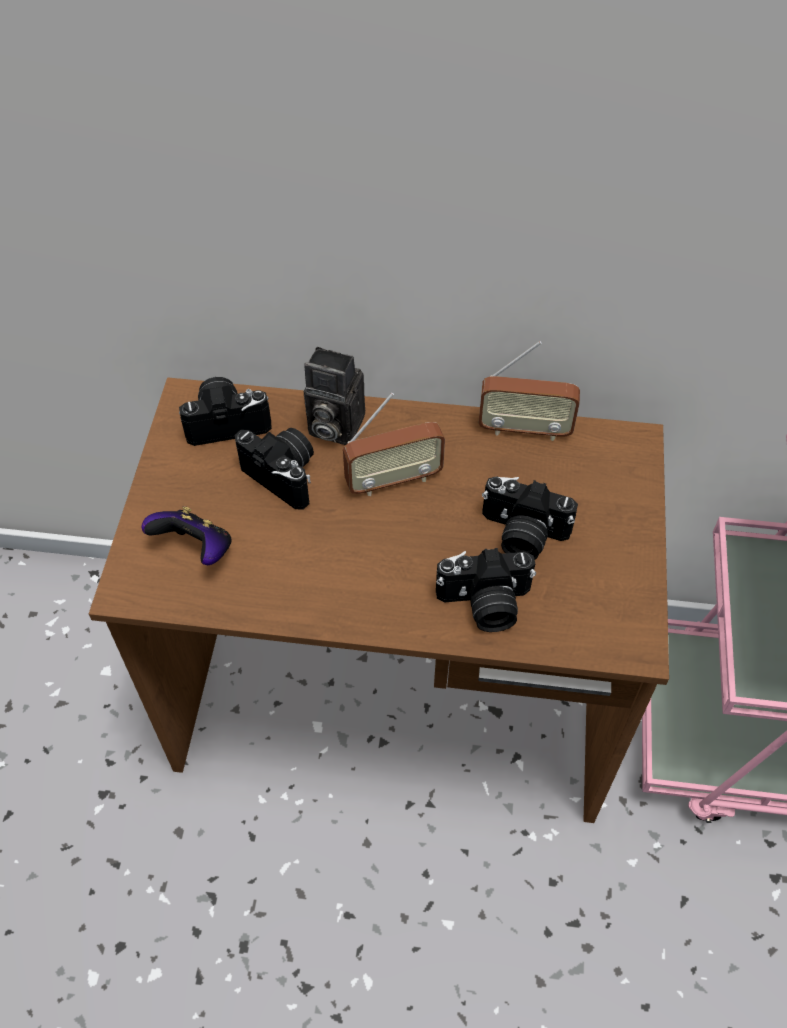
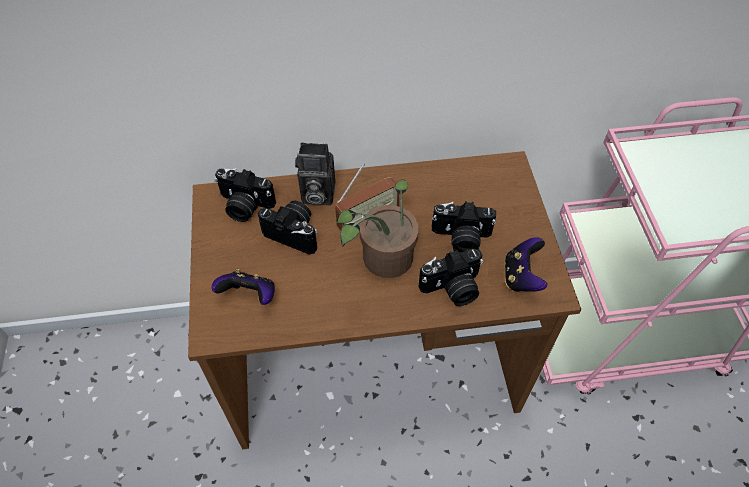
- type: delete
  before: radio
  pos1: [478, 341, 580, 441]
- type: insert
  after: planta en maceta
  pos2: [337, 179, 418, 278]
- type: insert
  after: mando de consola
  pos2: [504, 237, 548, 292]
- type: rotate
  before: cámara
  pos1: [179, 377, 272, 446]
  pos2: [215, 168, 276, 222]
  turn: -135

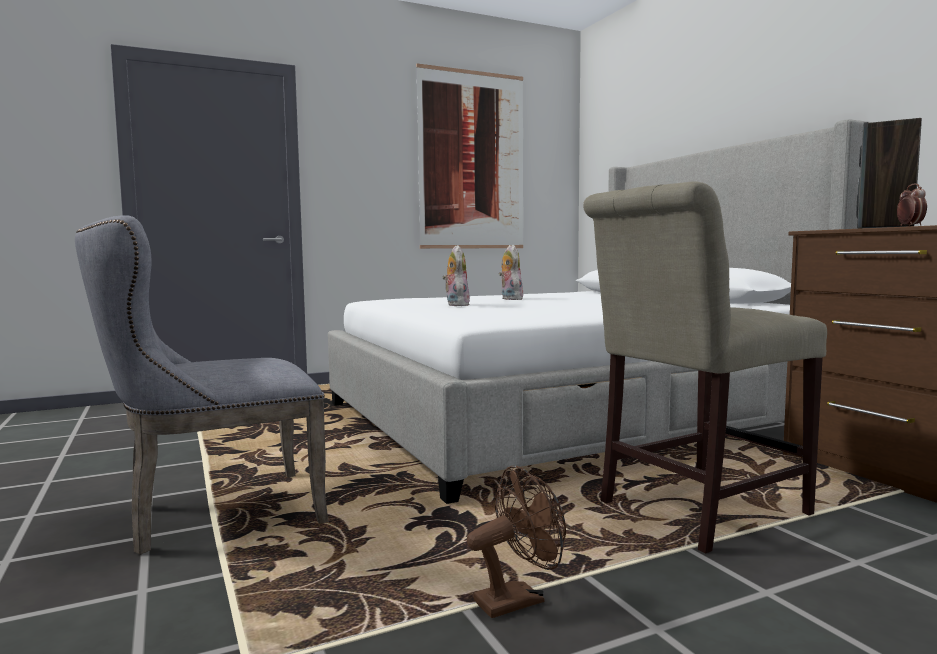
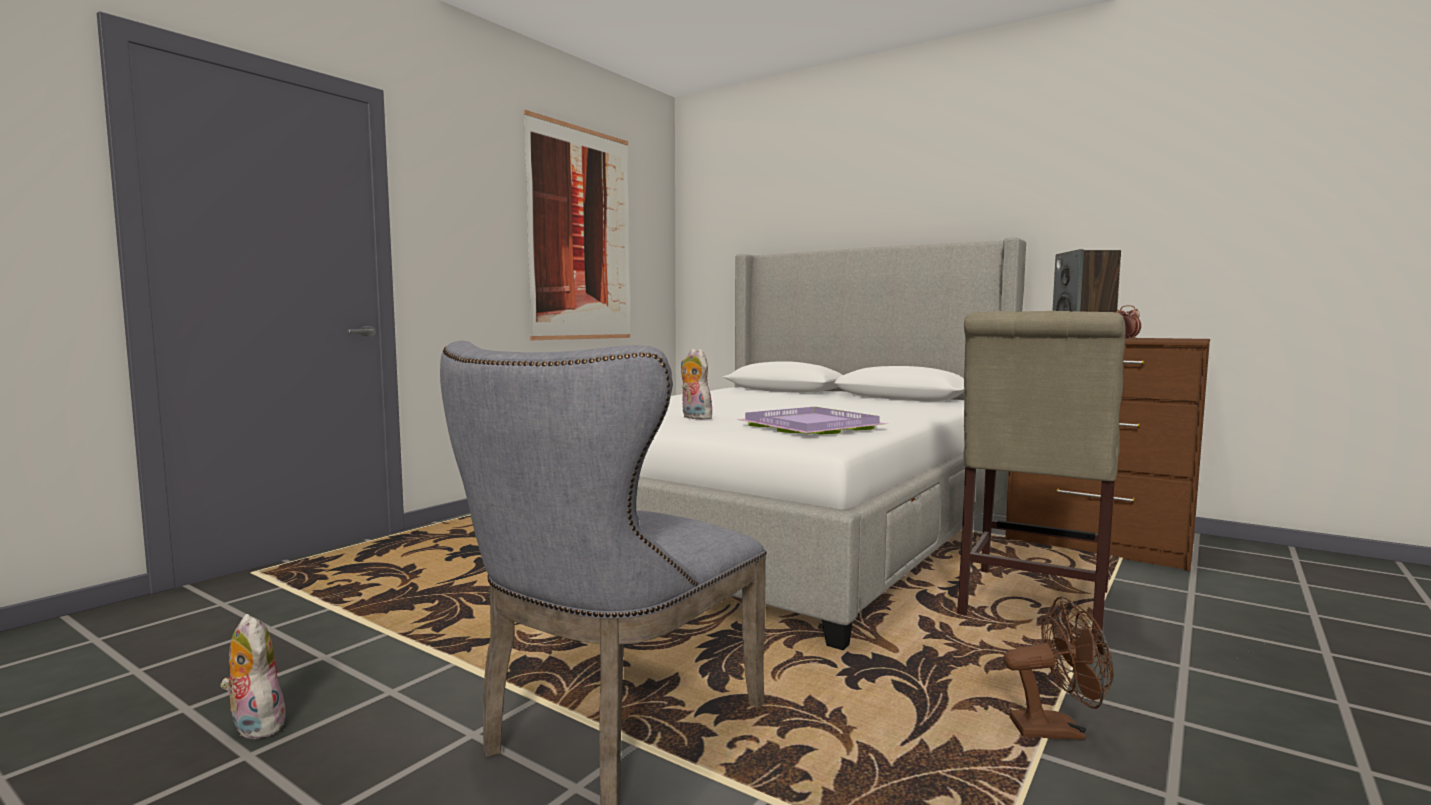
- type: insert
  after: bandeja [morado]
  pos2: [736, 407, 888, 435]
- type: move
  before: peluche
  pos1: [499, 245, 523, 300]
  pos2: [220, 614, 288, 739]
- type: rotate
  before: ventilador [marrón]
  pos1: [467, 466, 566, 618]
  pos2: [1004, 596, 1113, 740]
  turn: 60

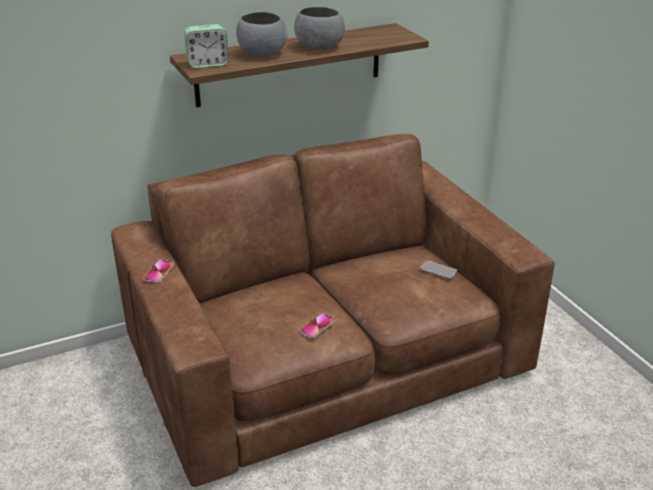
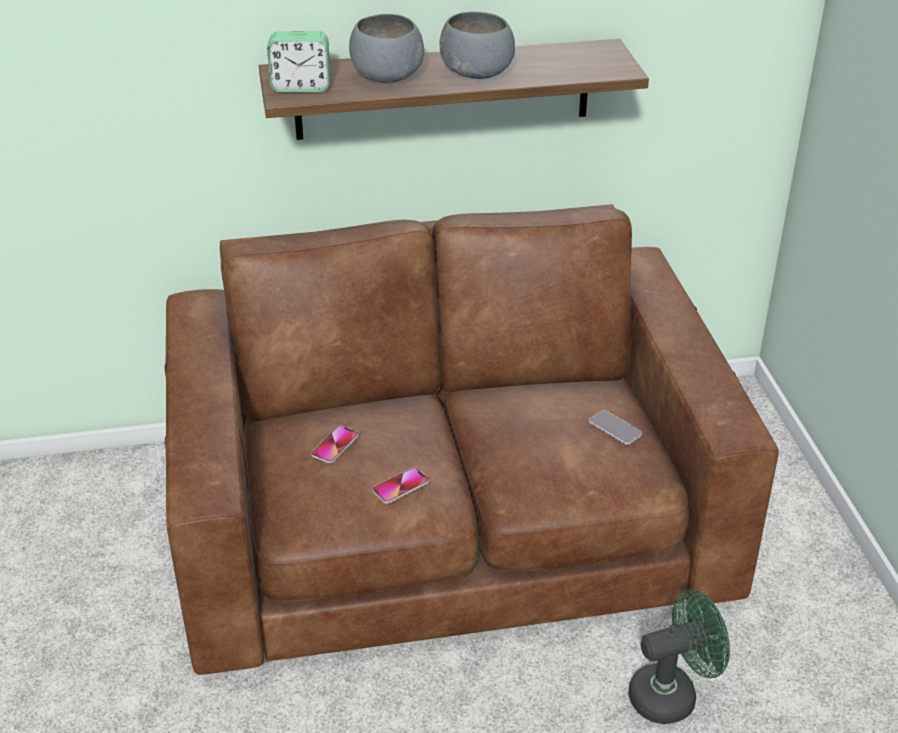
- type: insert
  after: ventilador [verde]
  pos2: [629, 589, 730, 724]
- type: move
  before: móvil
  pos1: [143, 260, 174, 283]
  pos2: [311, 425, 359, 463]

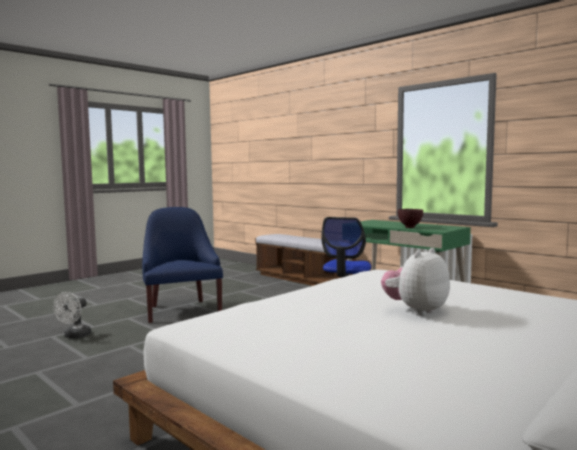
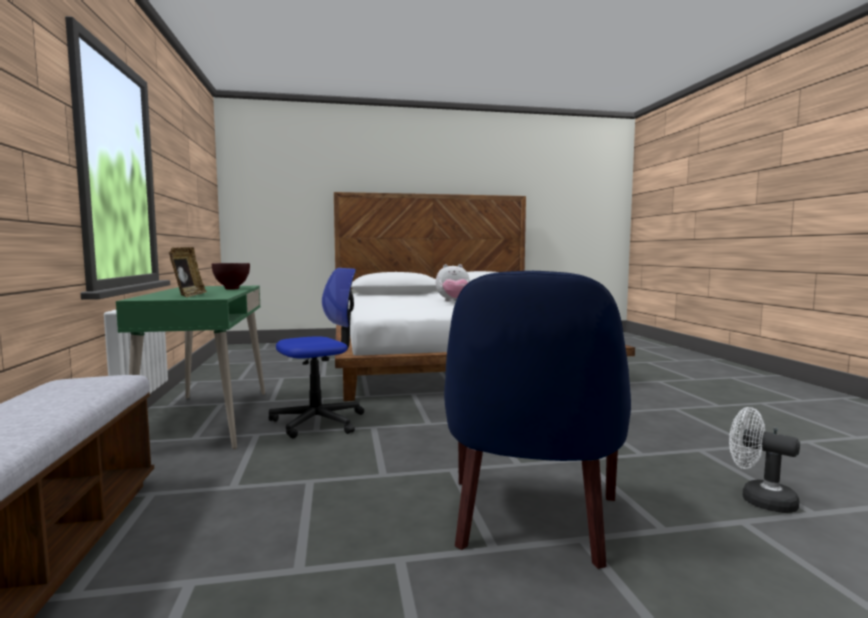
- type: insert
  after: portarretratos
  pos2: [169, 247, 207, 297]
- type: rotate
  before: ventilador [blanco]
  pos1: [53, 292, 91, 338]
  pos2: [729, 407, 800, 513]
  turn: -105

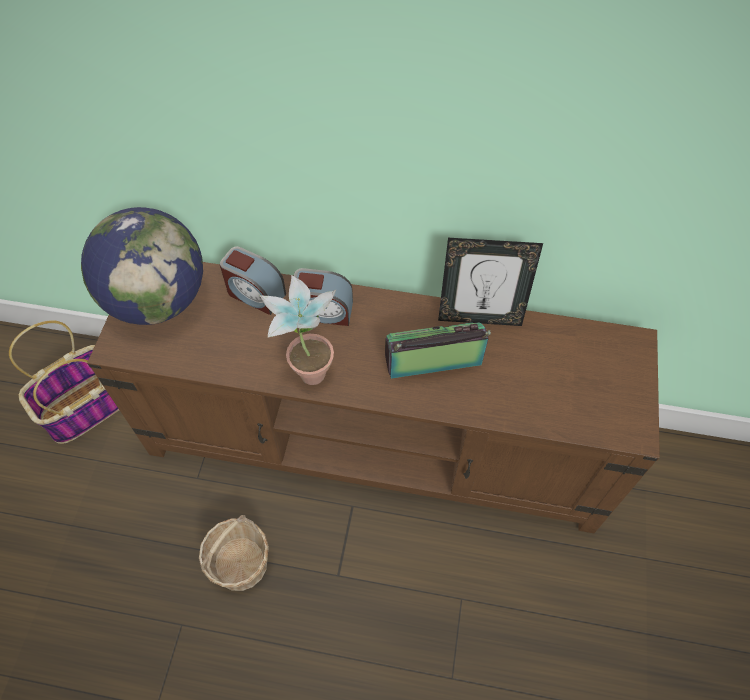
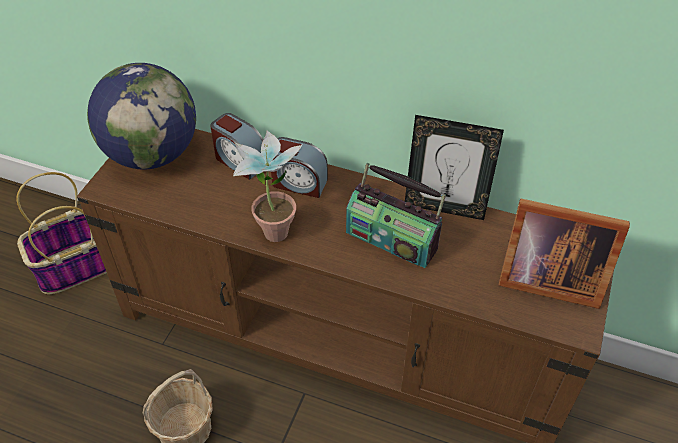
- type: insert
  after: portarretratos
  pos2: [499, 198, 630, 309]
- type: rotate
  before: radio
  pos1: [385, 322, 491, 378]
  pos2: [346, 163, 446, 268]
  turn: -150

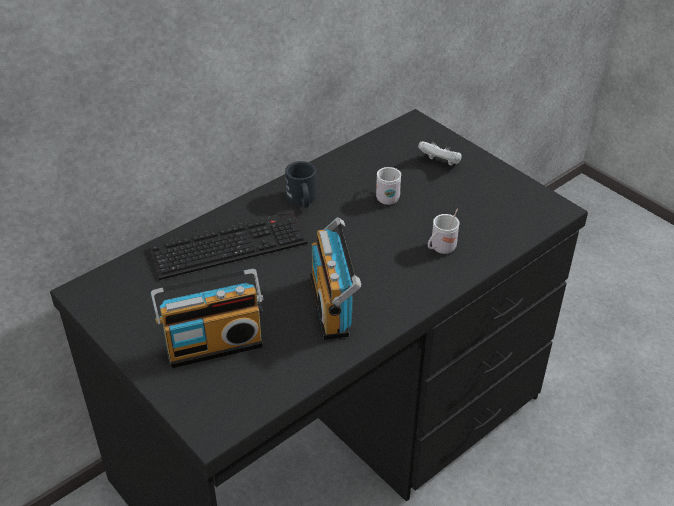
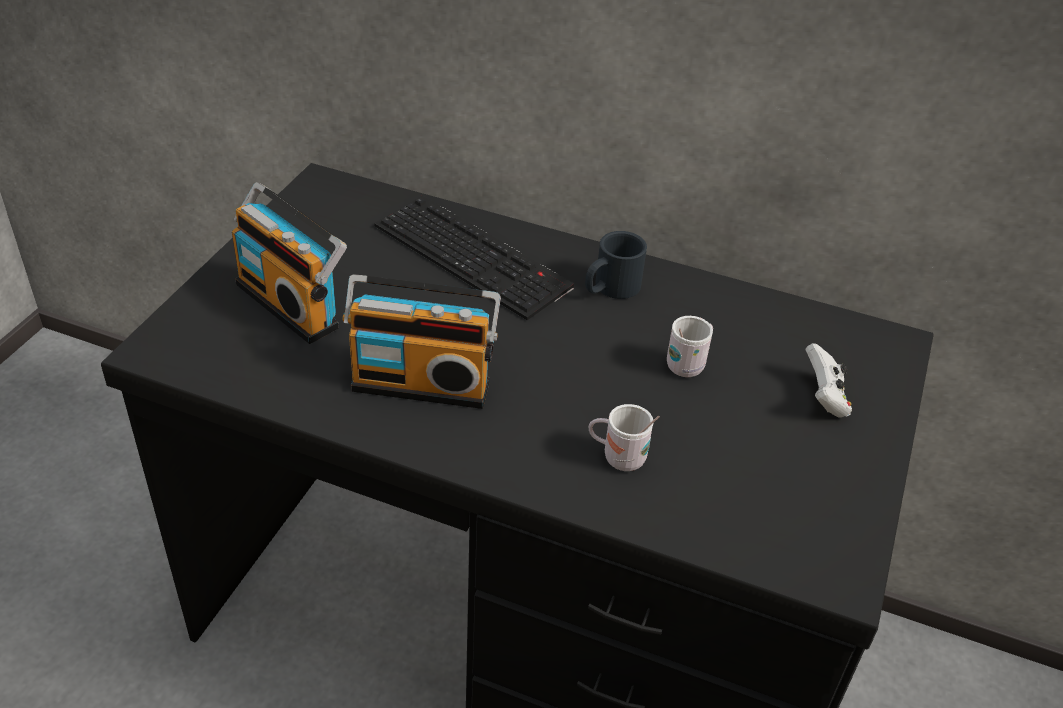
- type: rotate
  before: radio
  pos1: [310, 217, 361, 340]
  pos2: [343, 274, 501, 409]
  turn: -135

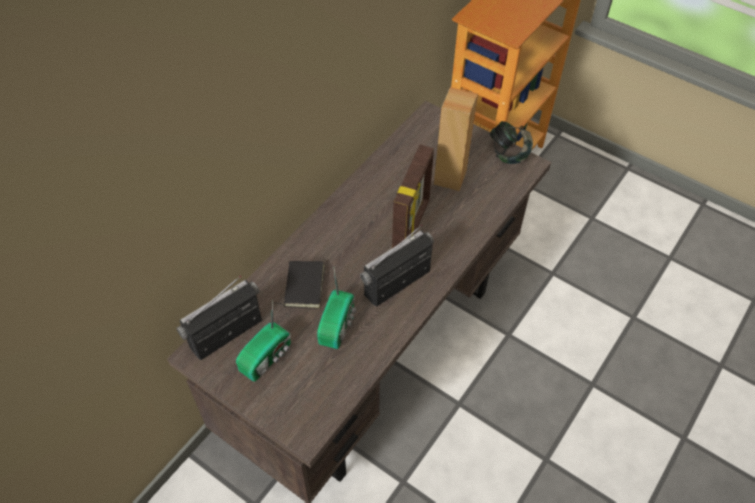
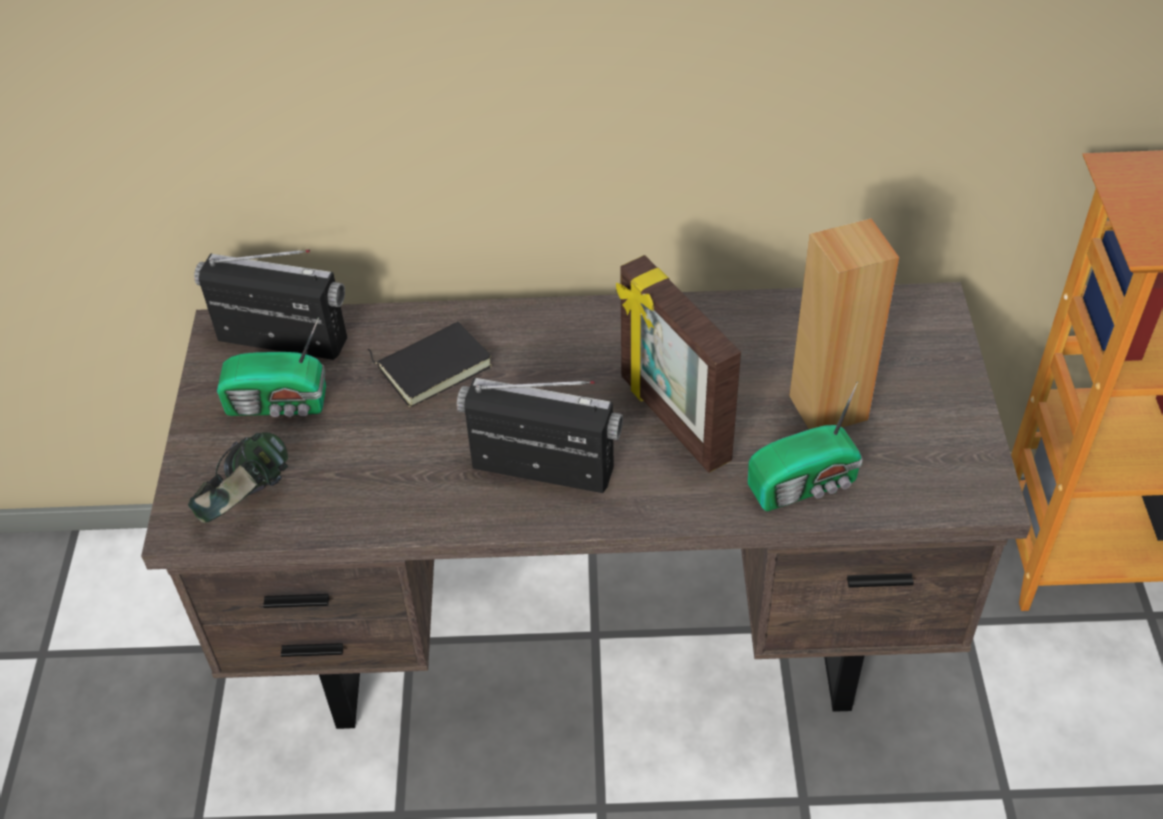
- type: move
  before: radio
  pos1: [317, 269, 356, 349]
  pos2: [748, 381, 863, 511]
- type: move
  before: auriculares
  pos1: [490, 121, 533, 164]
  pos2: [188, 432, 288, 523]
- type: rotate
  before: portarretratos
  pos1: [392, 145, 434, 248]
  pos2: [616, 255, 741, 472]
  turn: 75

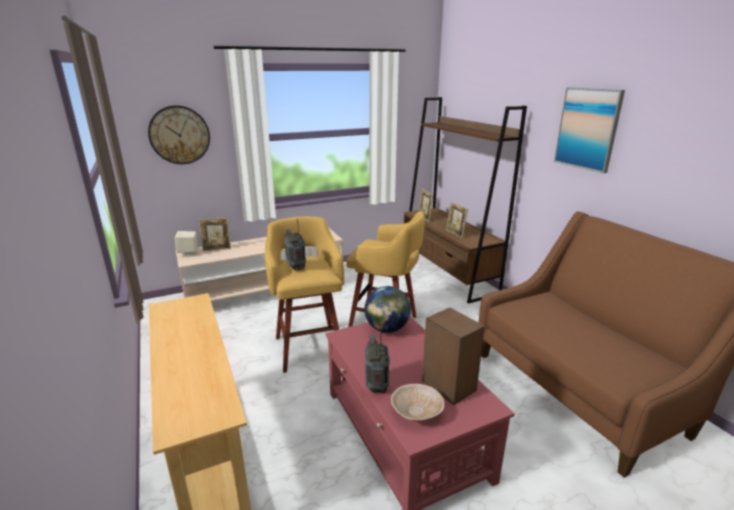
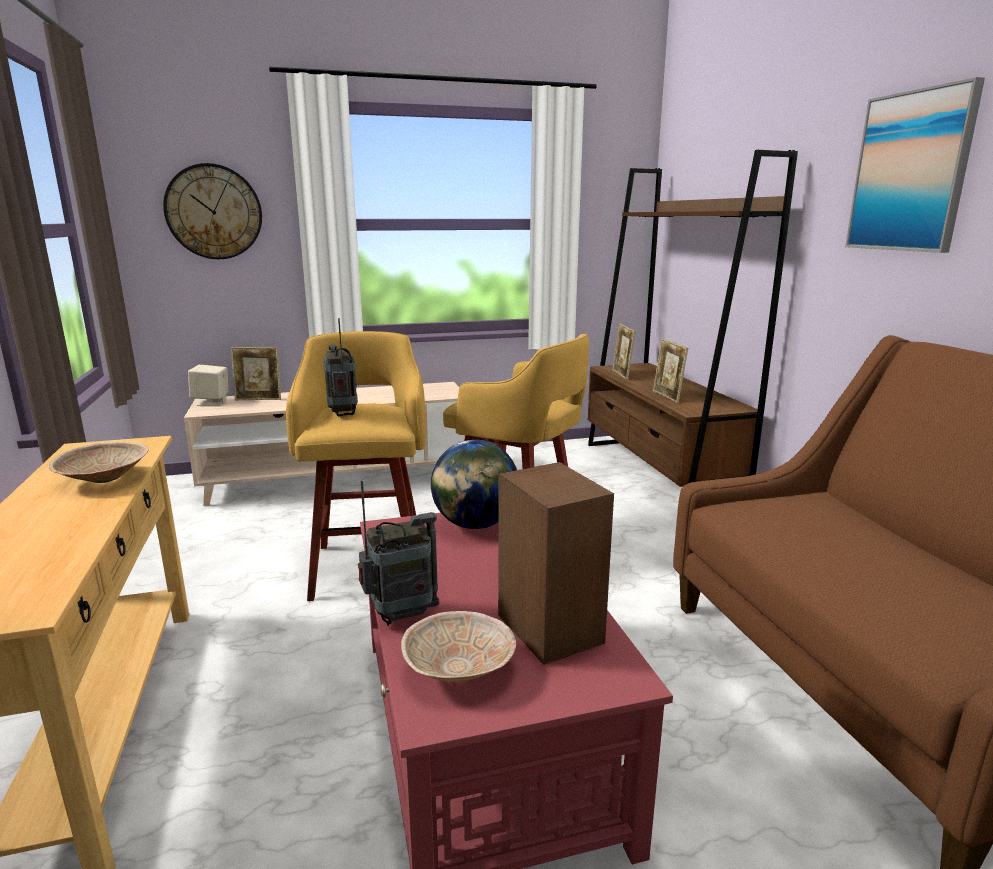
- type: insert
  after: cuenco [beis]
  pos2: [49, 442, 149, 483]
- type: rotate
  before: radio
  pos1: [365, 333, 390, 393]
  pos2: [358, 481, 439, 626]
  turn: 60

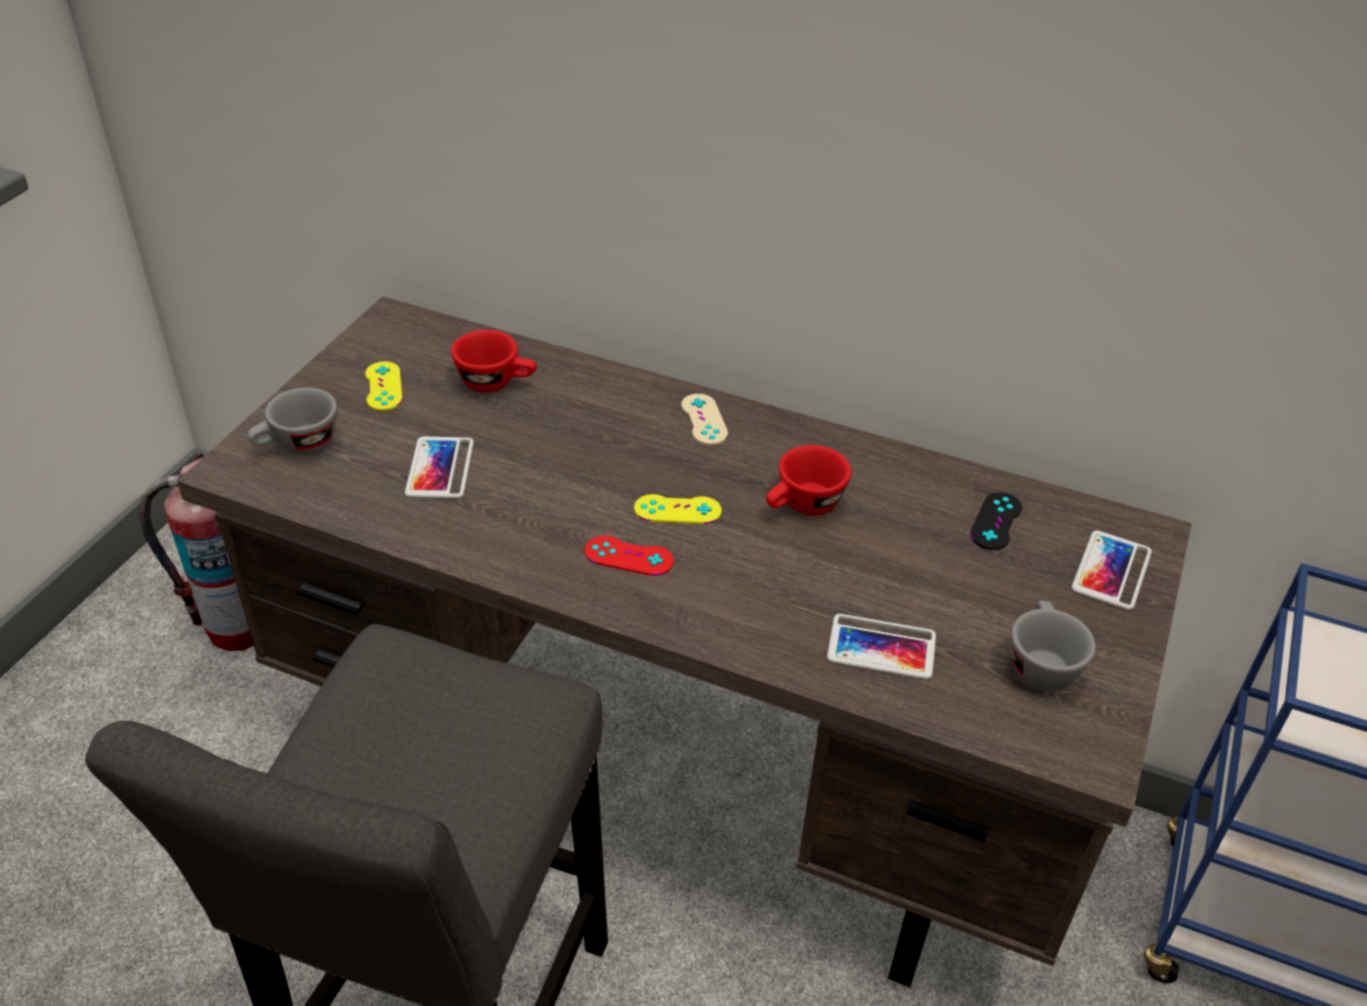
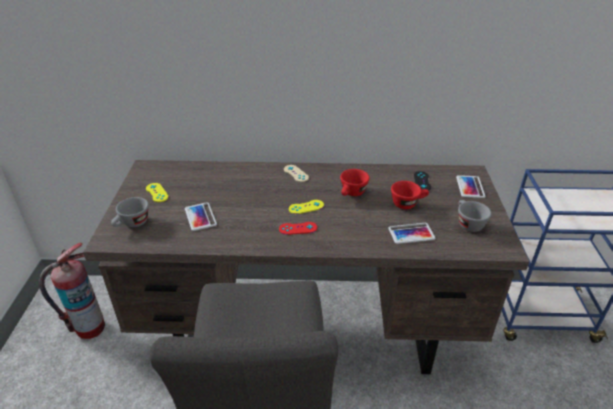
- type: move
  before: taza [rojo]
  pos1: [451, 330, 537, 393]
  pos2: [391, 181, 429, 209]

